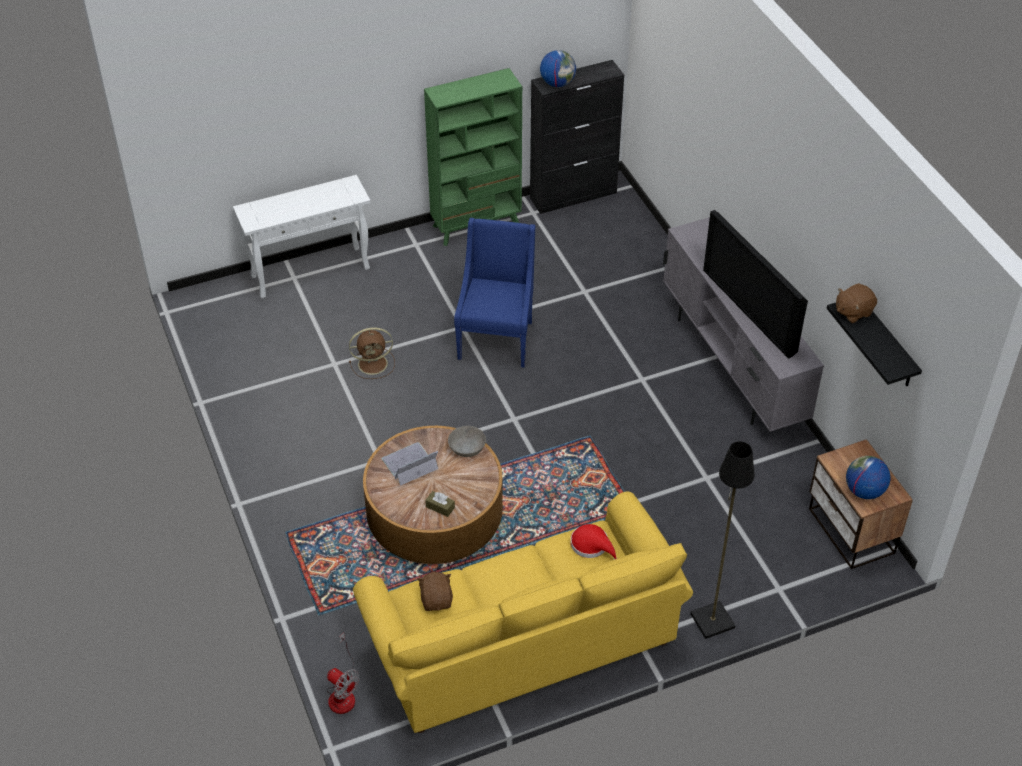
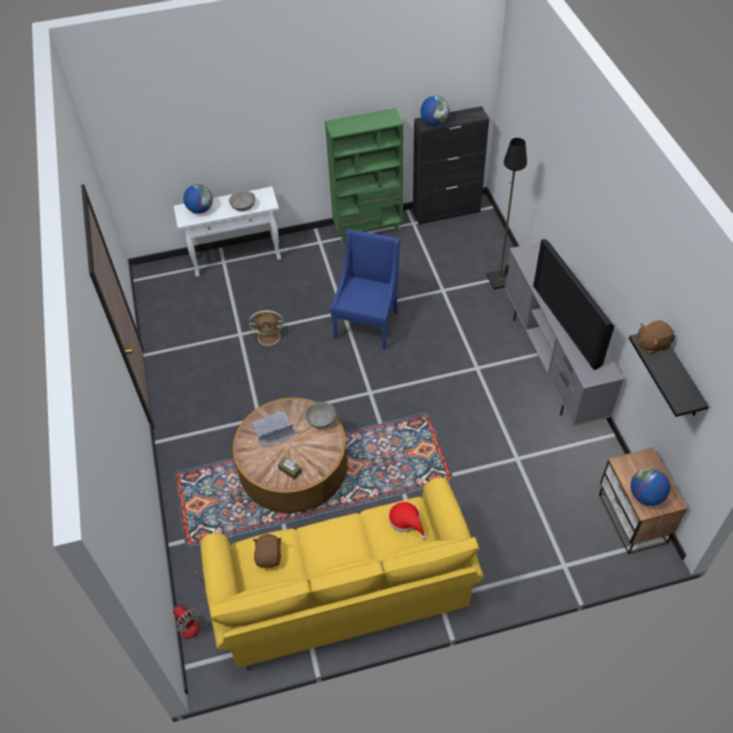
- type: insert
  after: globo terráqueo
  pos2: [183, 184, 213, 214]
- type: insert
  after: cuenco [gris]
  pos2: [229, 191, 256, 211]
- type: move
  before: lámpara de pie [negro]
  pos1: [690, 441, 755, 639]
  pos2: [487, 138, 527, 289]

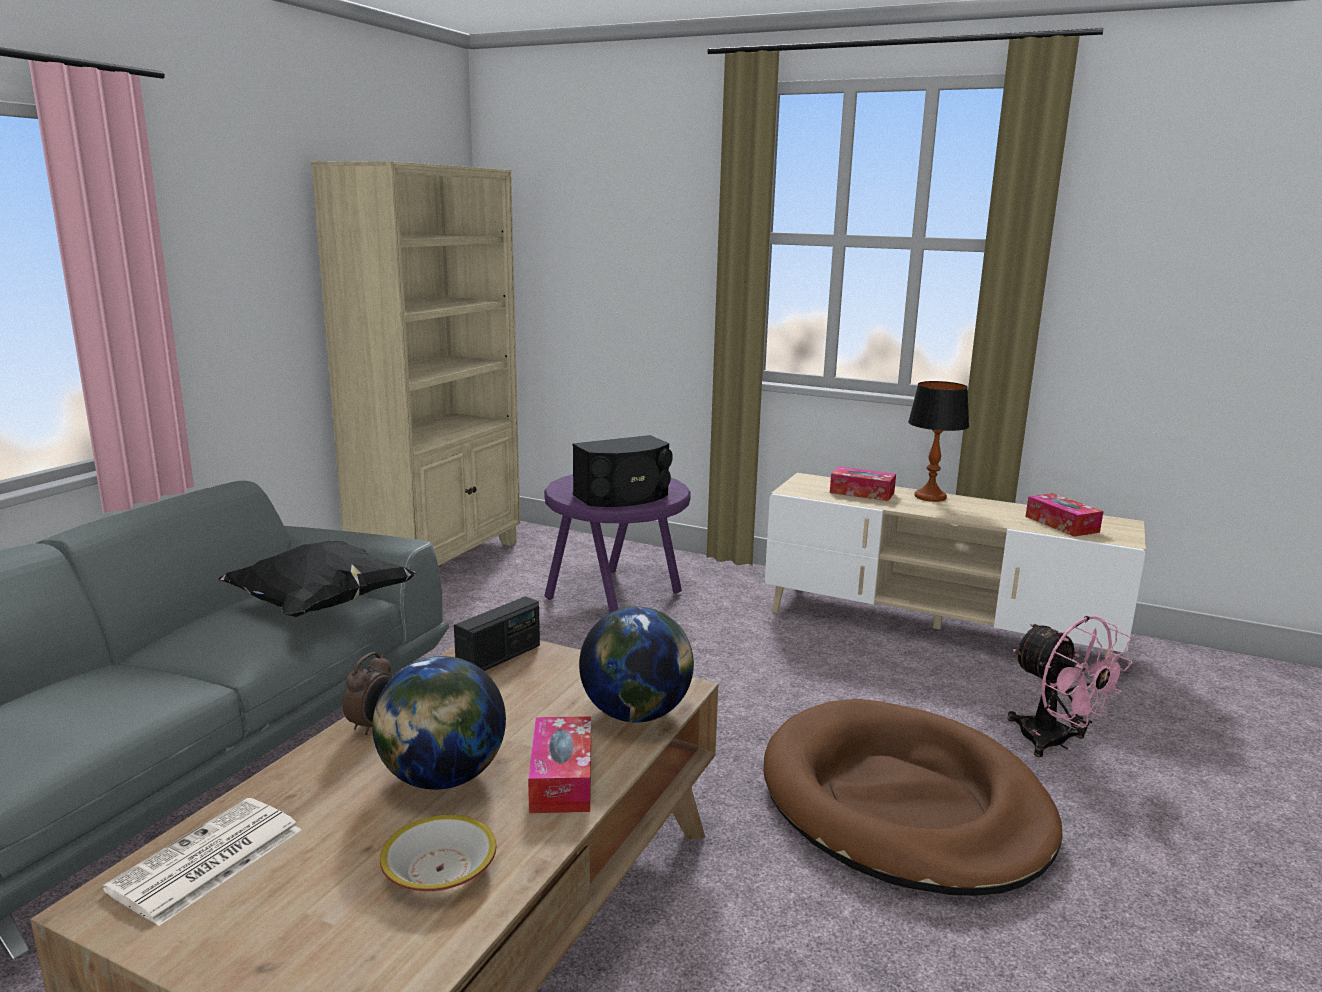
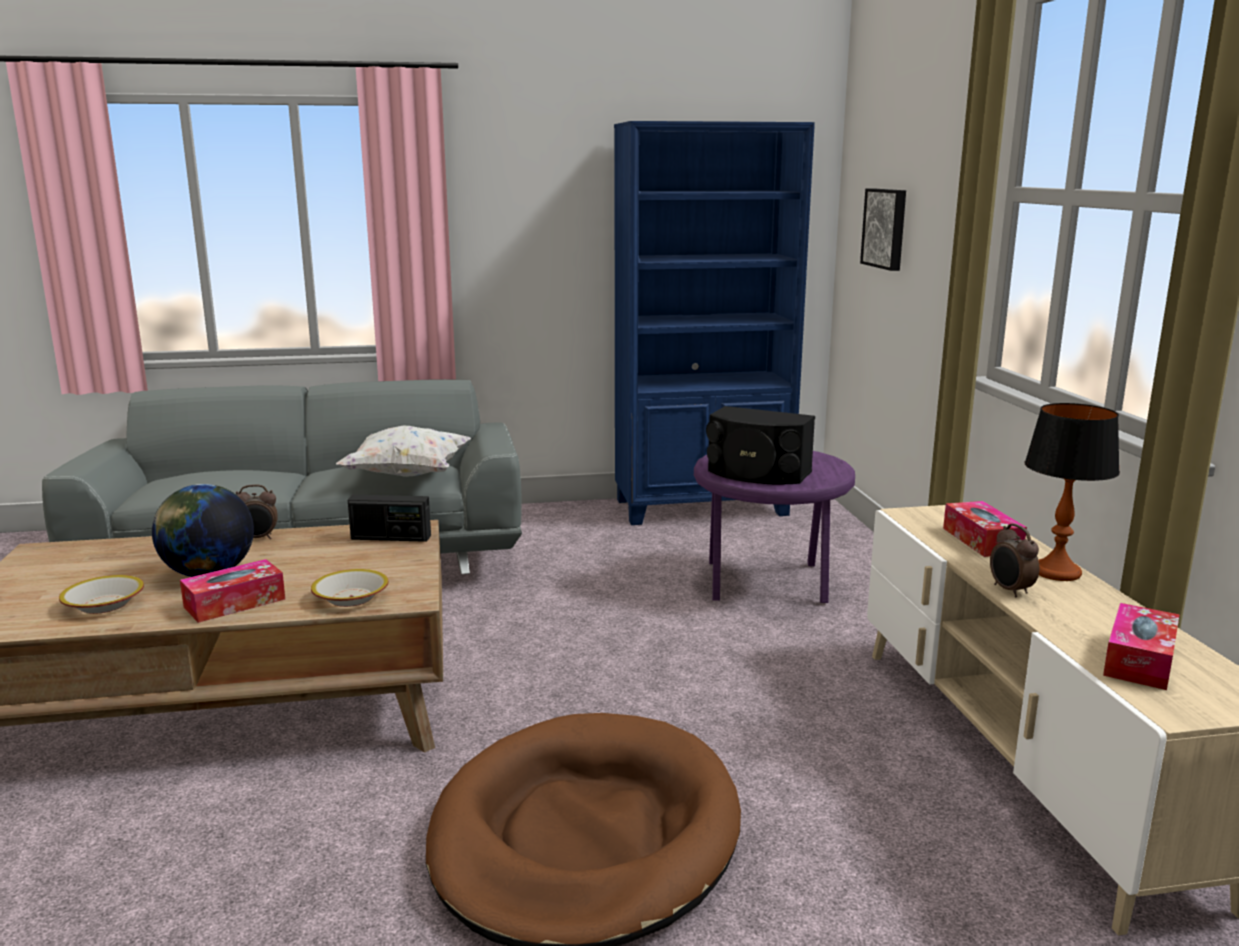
- type: delete
  before: periódico
  pos1: [102, 798, 302, 926]
- type: delete
  before: ventilador [rosa]
  pos1: [1008, 616, 1133, 757]
- type: insert
  after: cuadro
  pos2: [860, 188, 906, 271]
- type: insert
  after: despertador
  pos2: [990, 524, 1039, 597]
- type: replace
  before: globo terráqueo
  after: cuenco
  pos1: [579, 606, 694, 723]
  pos2: [311, 569, 389, 607]
- type: recolor
  before: cojín [negro]
  after: cojín [blanco]
  pos1: [219, 541, 417, 617]
  pos2: [336, 425, 471, 477]
- type: recolor
  before: estantería [beis]
  after: estantería [azul]
  pos1: [311, 161, 520, 566]
  pos2: [614, 121, 815, 525]

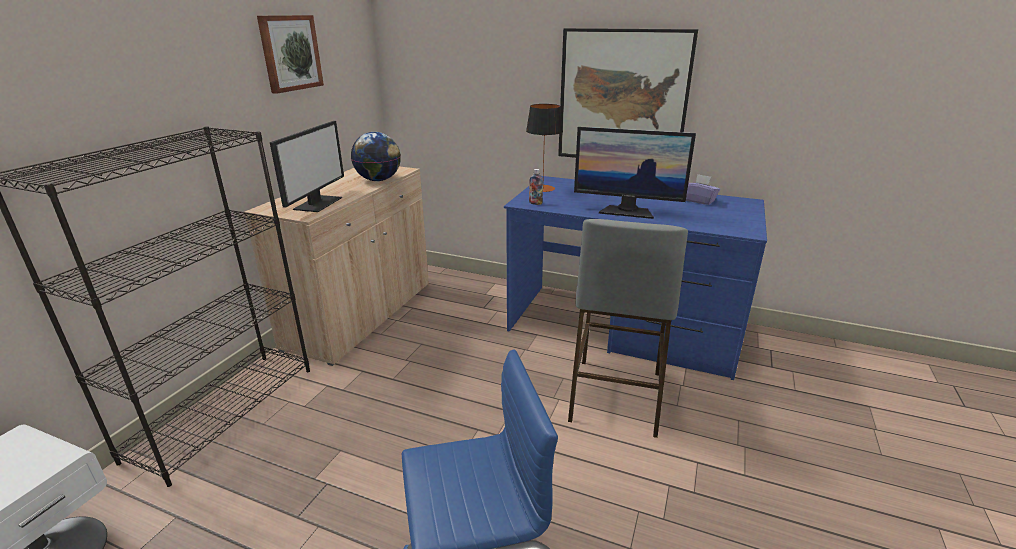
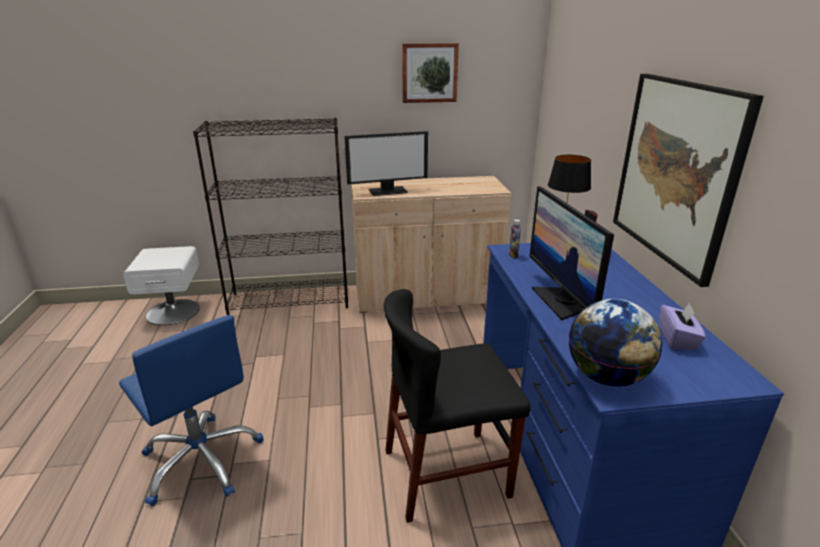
- type: move
  before: globo terráqueo
  pos1: [351, 132, 401, 181]
  pos2: [569, 299, 662, 386]
- type: replace
  before: taburete [gris]
  after: silla [negro]
  pos1: [568, 219, 688, 438]
  pos2: [384, 289, 530, 523]

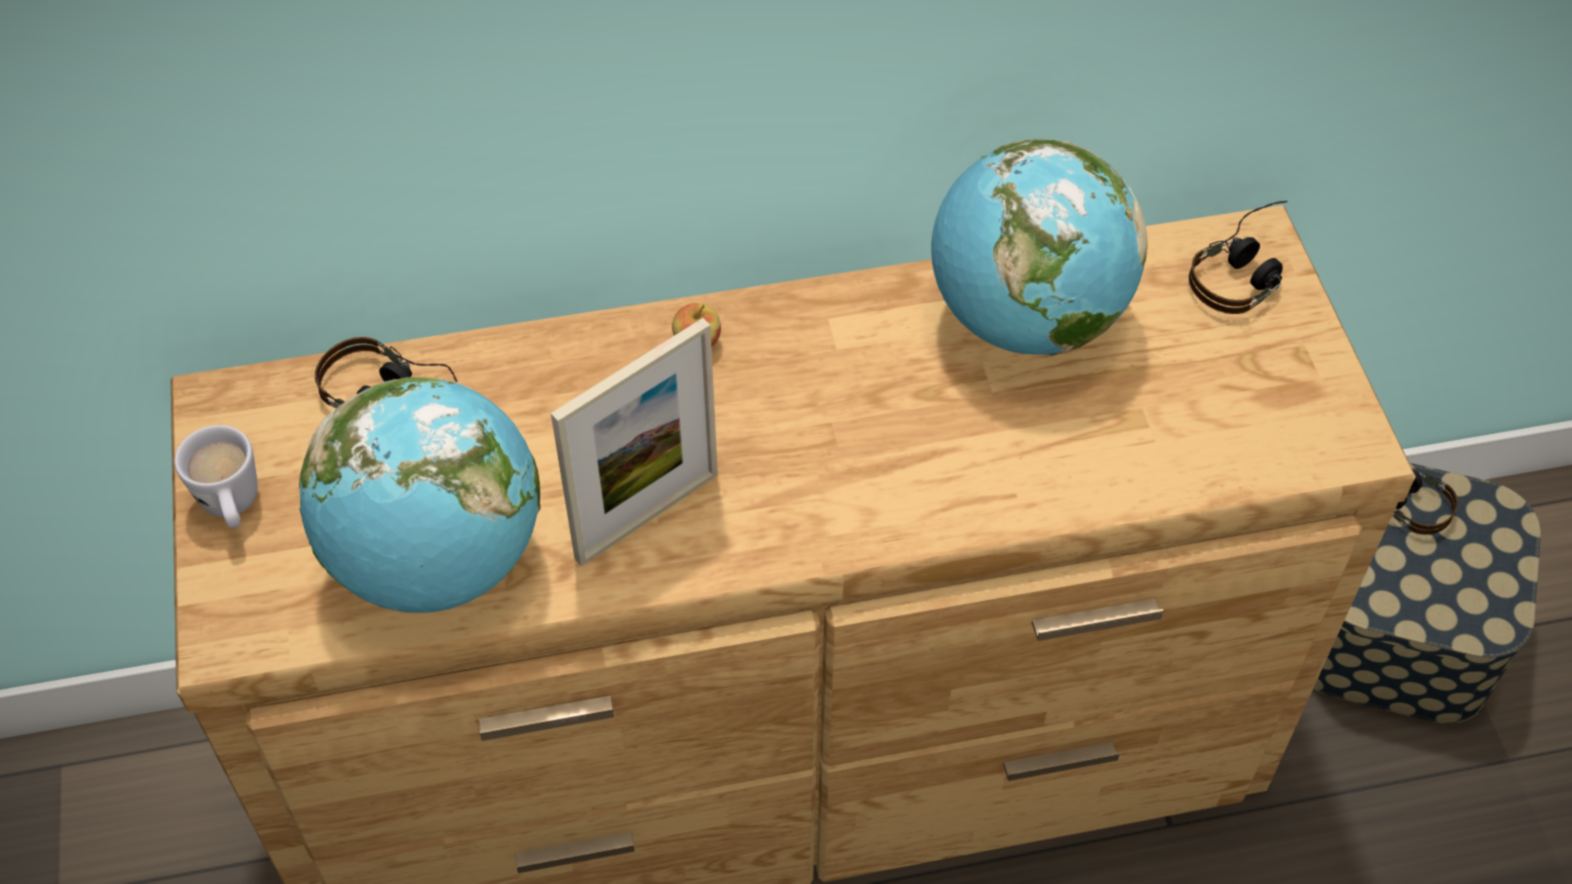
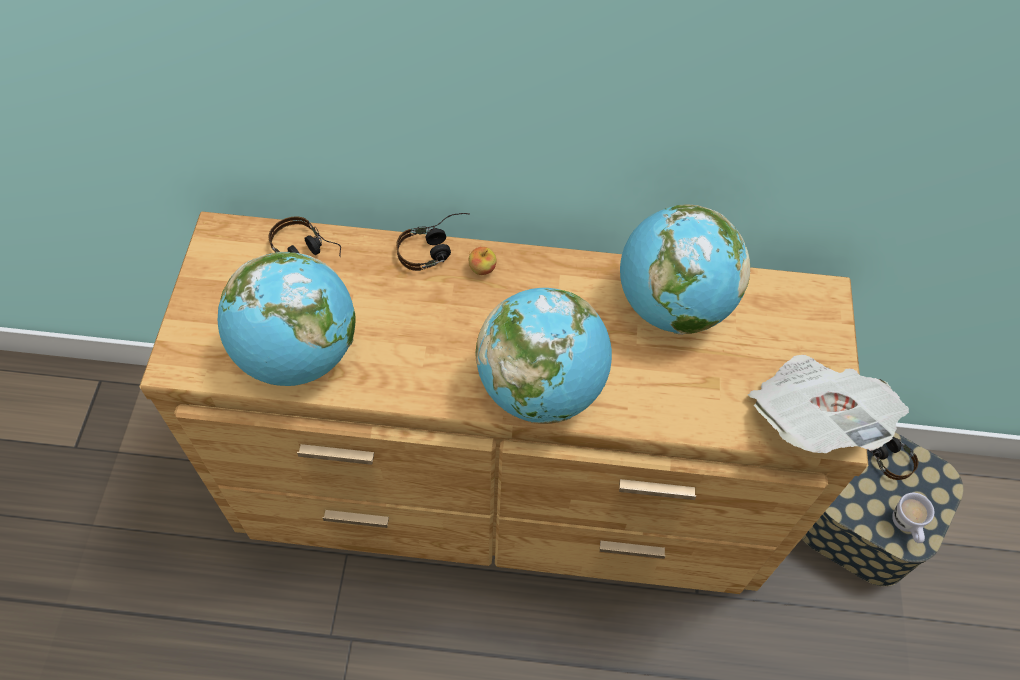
- type: delete
  before: portarretratos
  pos1: [551, 318, 718, 566]
- type: insert
  after: globo terráqueo
  pos2: [476, 288, 612, 424]
- type: insert
  after: periódico
  pos2: [748, 355, 909, 453]
- type: move
  before: taza grande [blanco]
  pos1: [174, 425, 258, 528]
  pos2: [892, 493, 934, 543]
- type: move
  before: auriculares
  pos1: [1189, 201, 1287, 314]
  pos2: [396, 213, 469, 271]

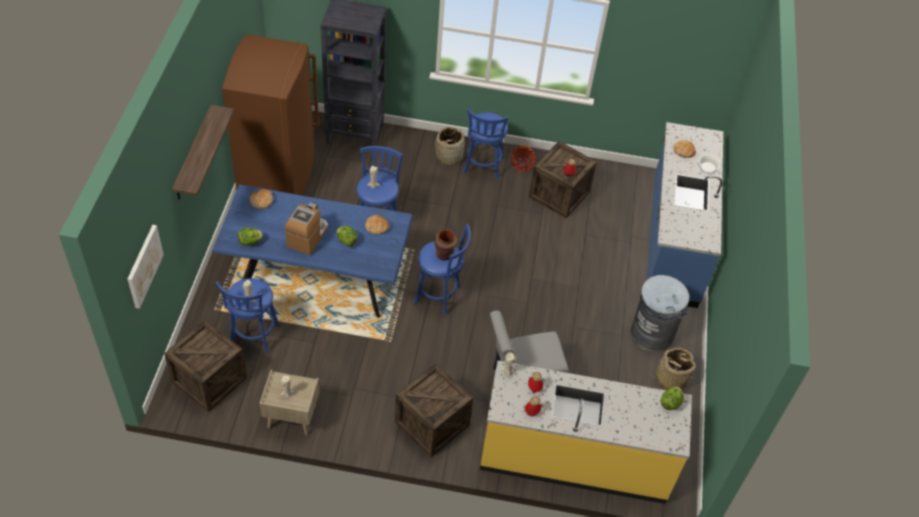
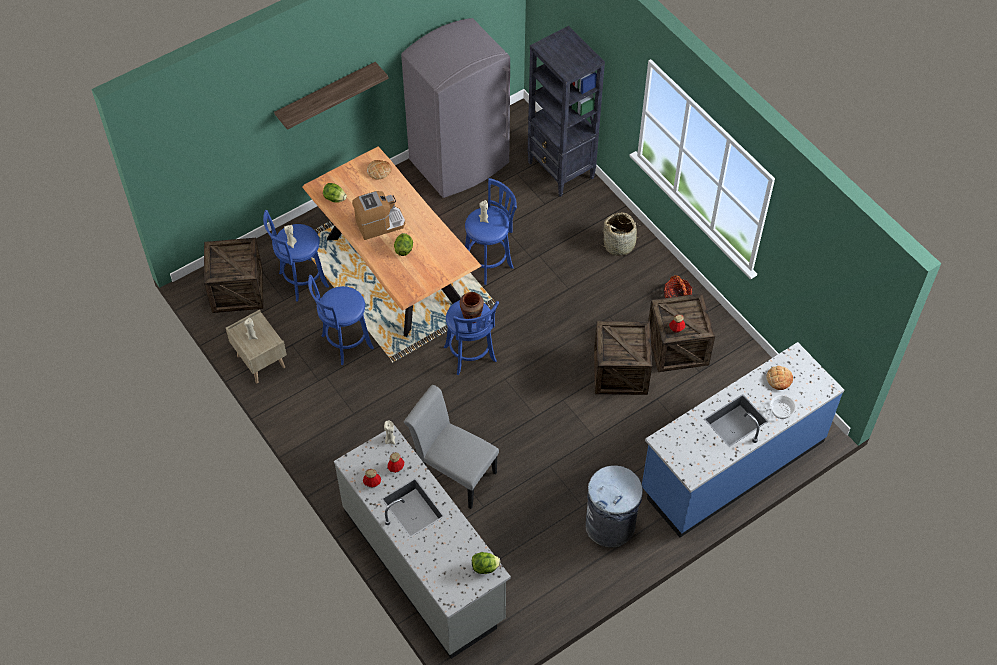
- type: delete
  before: cuadro
  pos1: [127, 225, 164, 309]
- type: delete
  before: pan
  pos1: [365, 215, 390, 235]
- type: delete
  before: cesta
  pos1: [649, 348, 696, 390]
- type: move
  before: caja de embalaje
  pos1: [395, 363, 473, 457]
  pos2: [594, 321, 652, 395]
- type: move
  before: taburete [azul]
  pos1: [463, 109, 509, 180]
  pos2: [308, 275, 374, 365]
- type: recolor
  before: mesa de comedor [azul]
  after: mesa de comedor [marrón]
  pos1: [212, 184, 413, 318]
  pos2: [302, 147, 481, 337]
- type: recolor
  before: nevera [marrón]
  after: nevera [gris]
  pos1: [222, 34, 319, 195]
  pos2: [401, 18, 510, 198]
- type: recolor
  before: mueble bajo de cocina [amarillo]
  after: mueble bajo de cocina [gris]
  pos1: [480, 360, 692, 504]
  pos2: [334, 425, 511, 659]

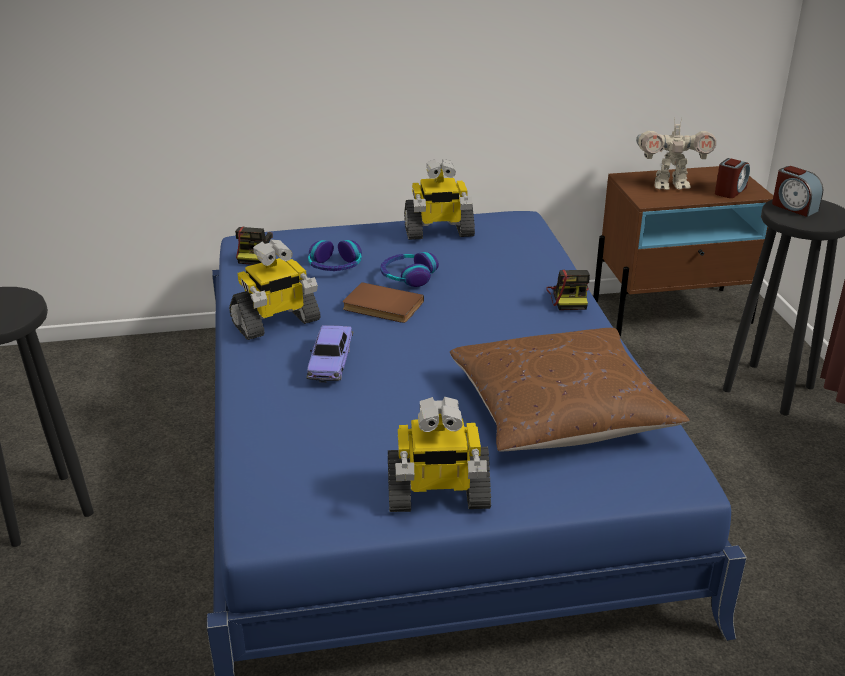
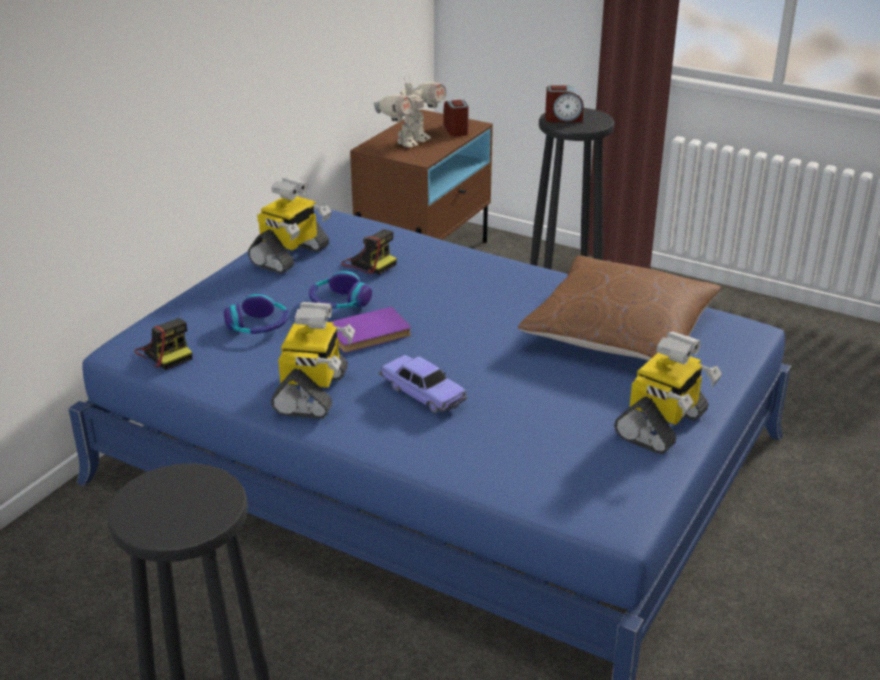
- type: move
  before: cámara
  pos1: [546, 270, 590, 310]
  pos2: [341, 229, 397, 275]
- type: recolor
  before: libro [marrón]
  after: libro [morado]
  pos1: [343, 282, 424, 323]
  pos2: [330, 307, 411, 353]

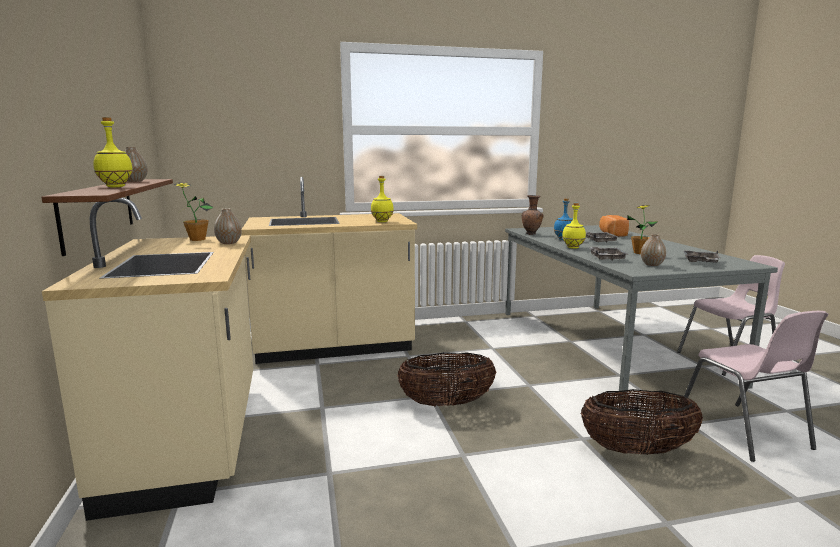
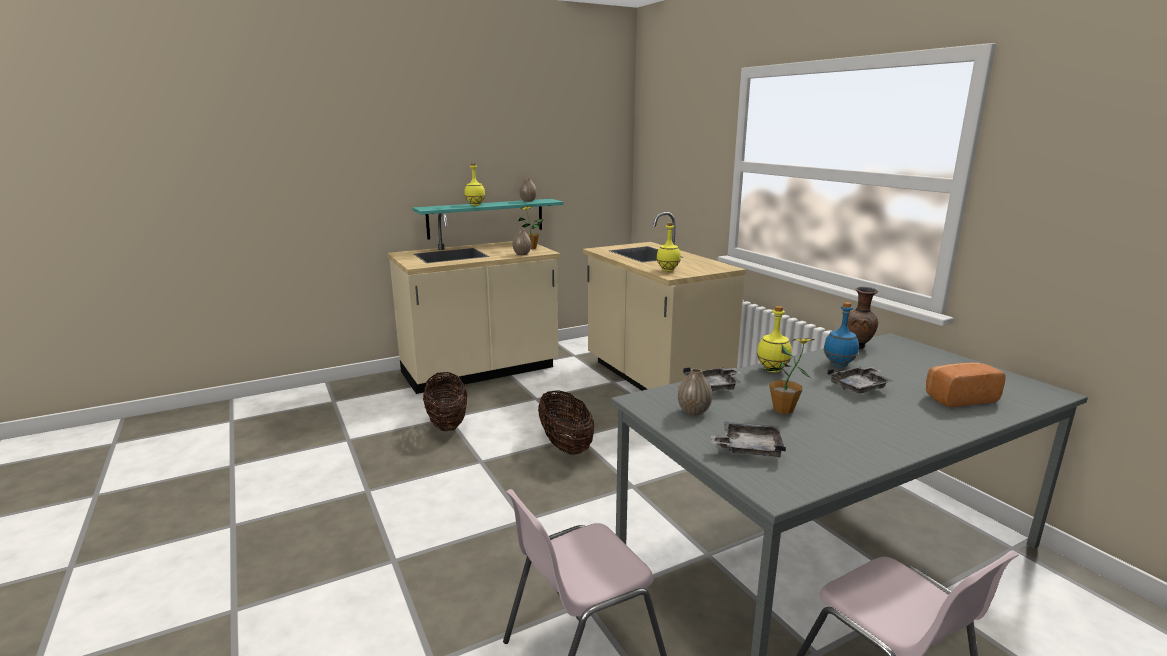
- type: move
  before: cesta
  pos1: [580, 389, 703, 455]
  pos2: [423, 372, 467, 431]
- type: recolor
  before: estante [marrón]
  after: estante [turquesa]
  pos1: [41, 179, 173, 256]
  pos2: [413, 199, 564, 240]

